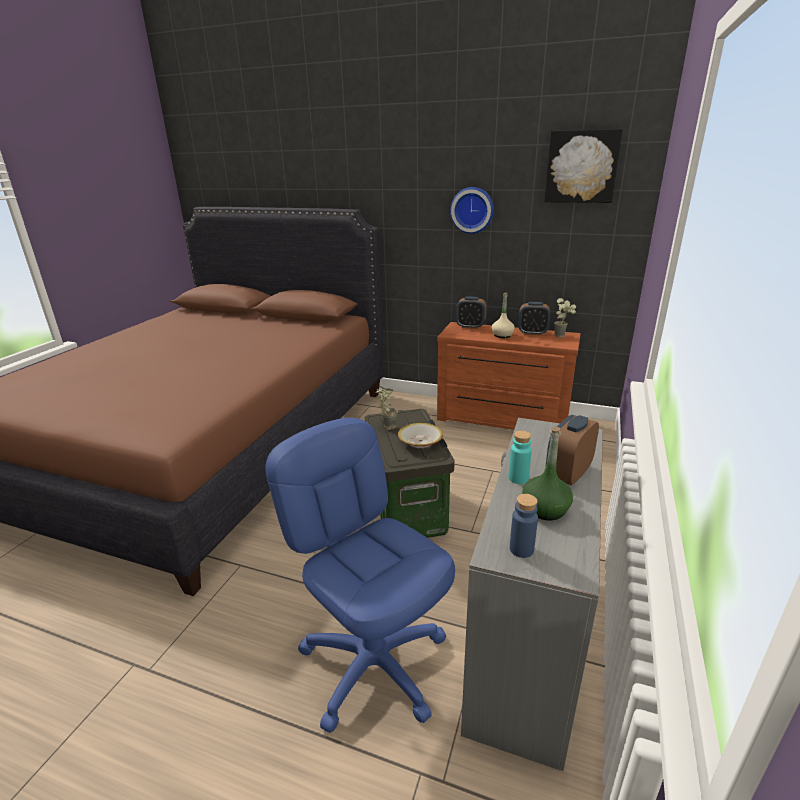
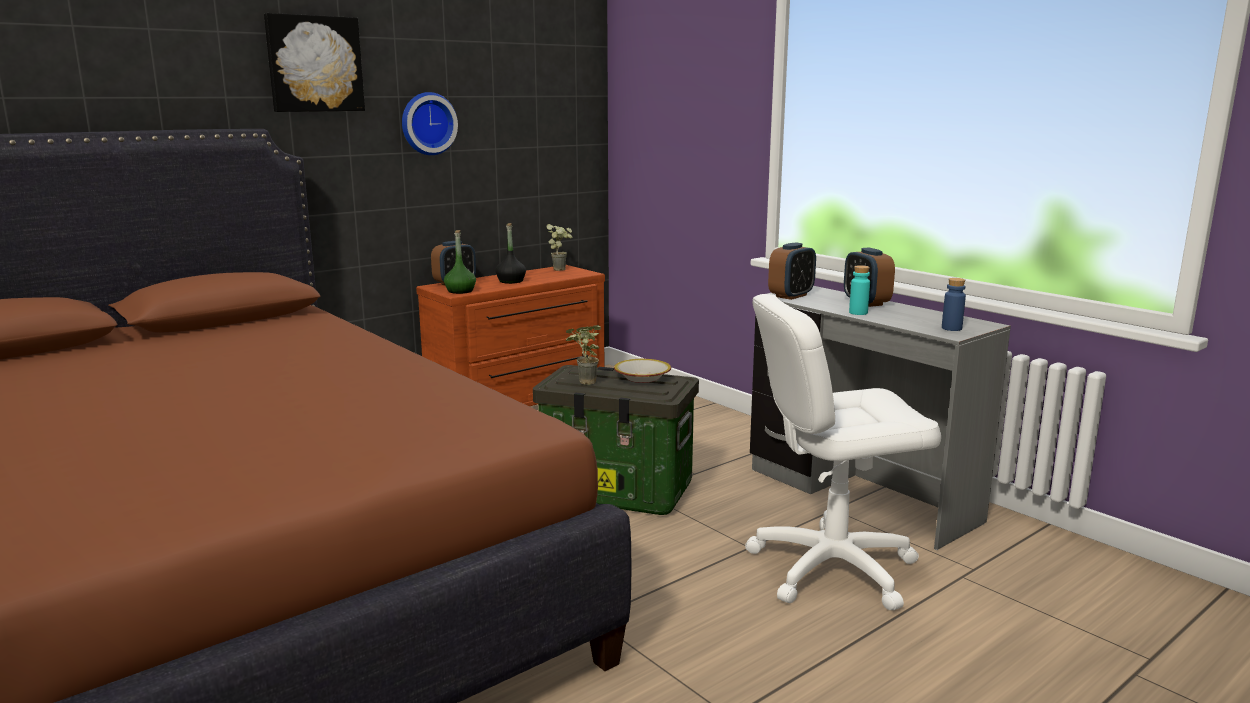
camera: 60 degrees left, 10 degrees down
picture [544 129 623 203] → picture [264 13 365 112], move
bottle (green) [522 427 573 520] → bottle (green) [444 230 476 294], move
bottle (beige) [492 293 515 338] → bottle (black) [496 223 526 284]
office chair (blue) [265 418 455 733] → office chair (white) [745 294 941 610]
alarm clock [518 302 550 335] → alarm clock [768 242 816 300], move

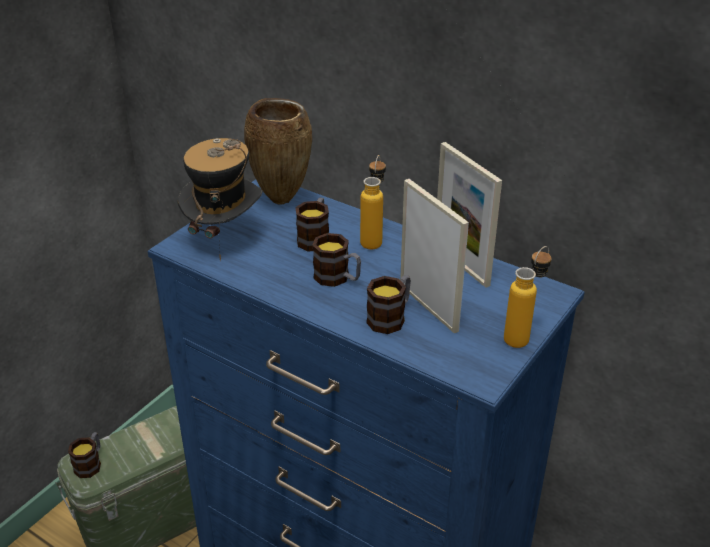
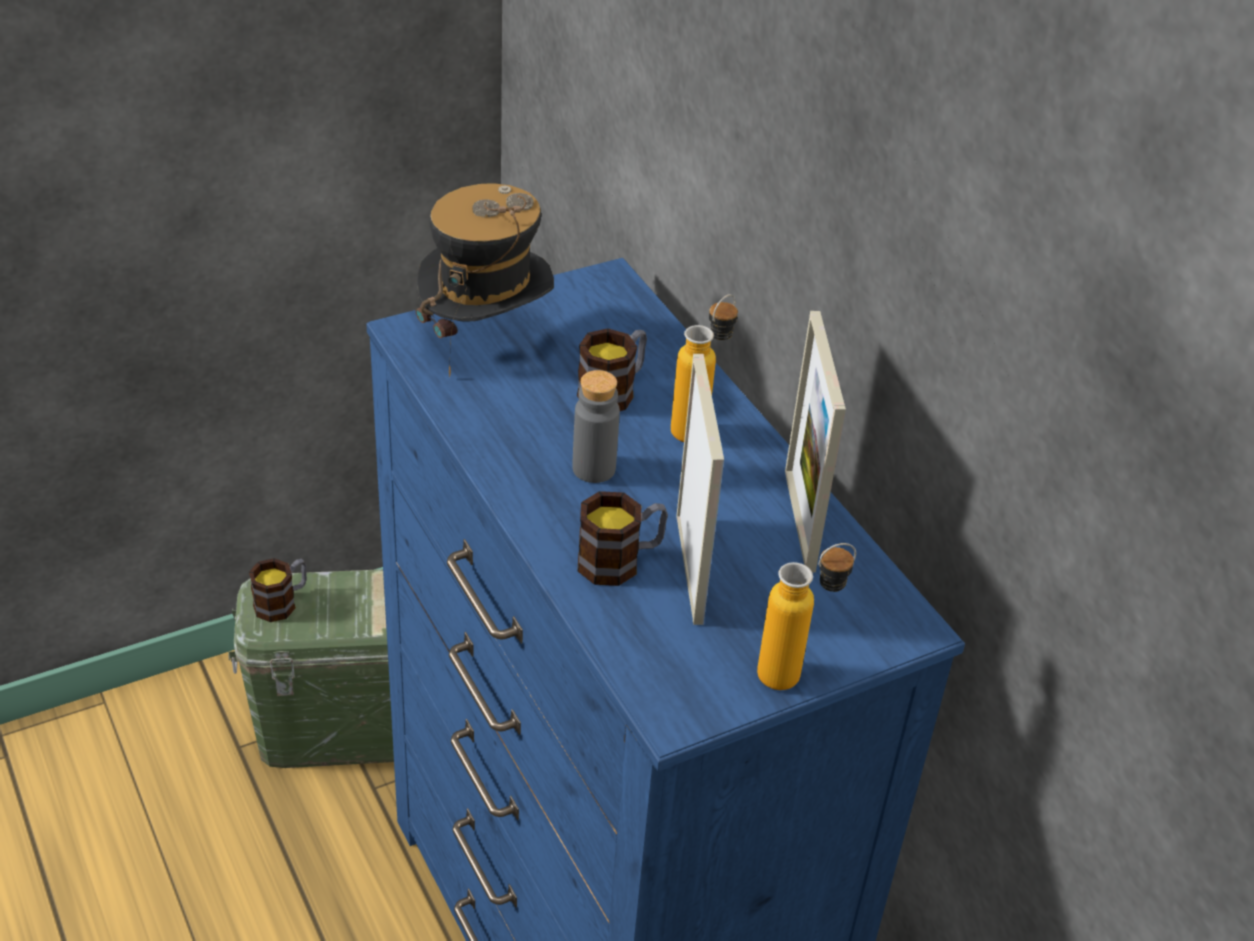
camera: 25 degrees right, 5 degrees up
mug [312 233 361 287] → bottle (grey) [572 370 620 483]
vase (brown) [244 98 312 205] → -

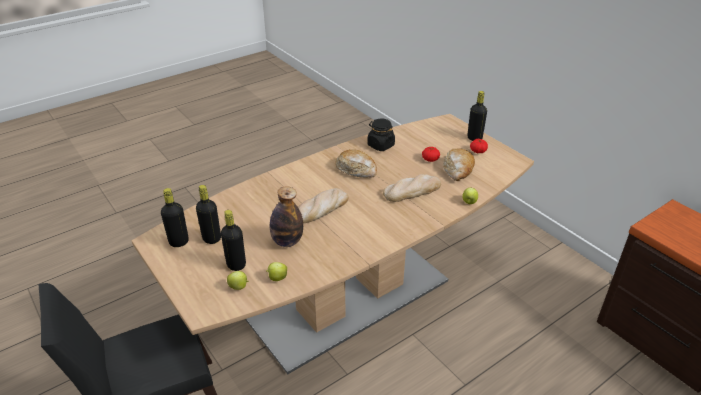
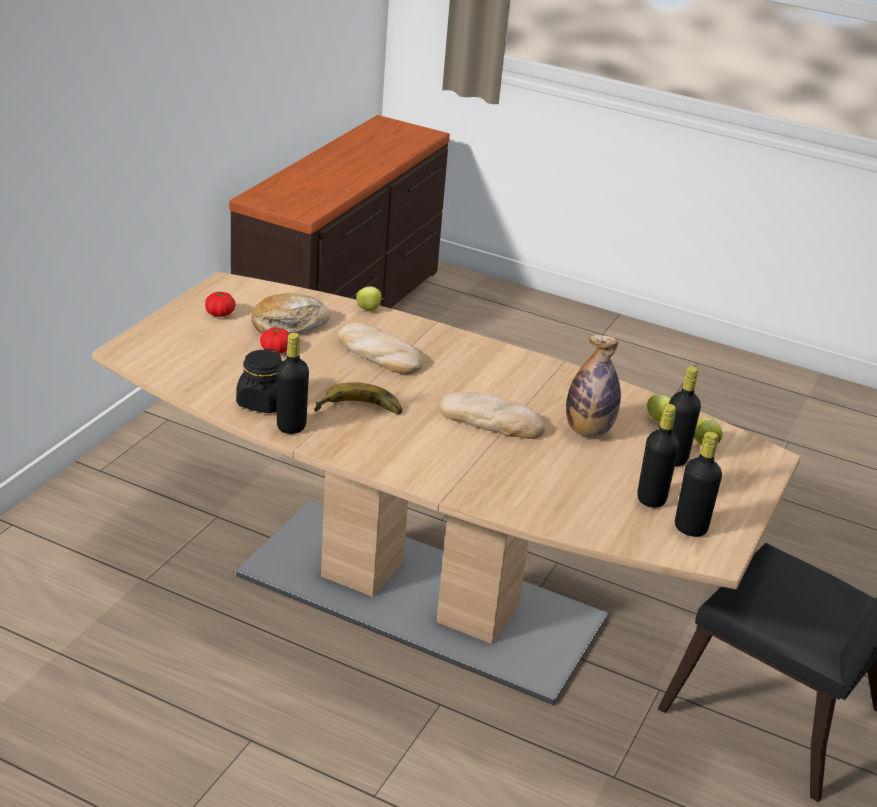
camera: 120 degrees left, 5 degrees down
bottle (black) [467 91 487 141] → bottle (black) [277 333 309 434], move
bread [336 149 377 178] → banana [315 382 402 414]

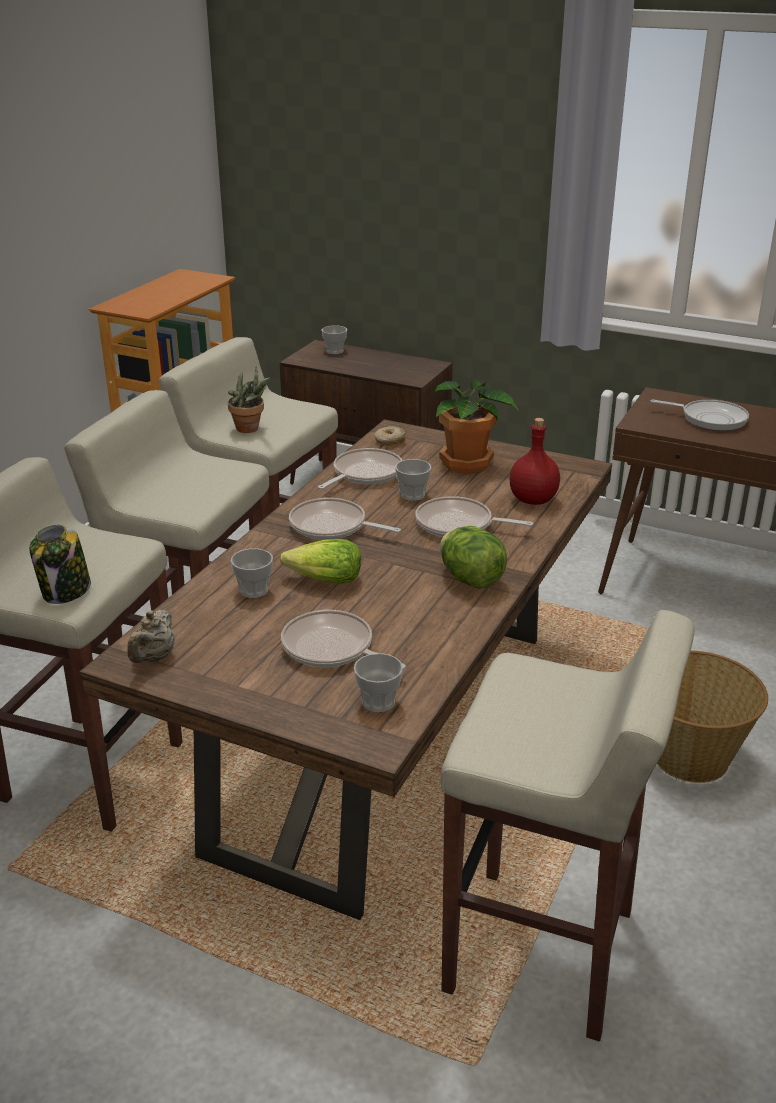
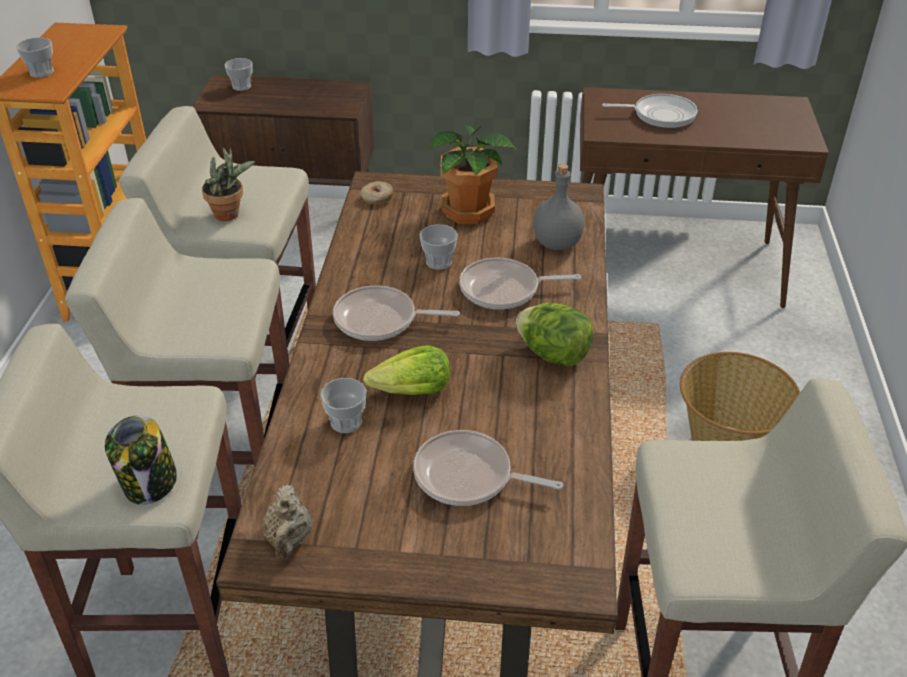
camera: 20 degrees left, 10 degrees up
cup [354 653 403 712] → cup [16 37 54 78], move
bottle (red) [510 418 560 505] → bottle (grey) [533 164 584 250]
frying pan [318 448 403 489] → -

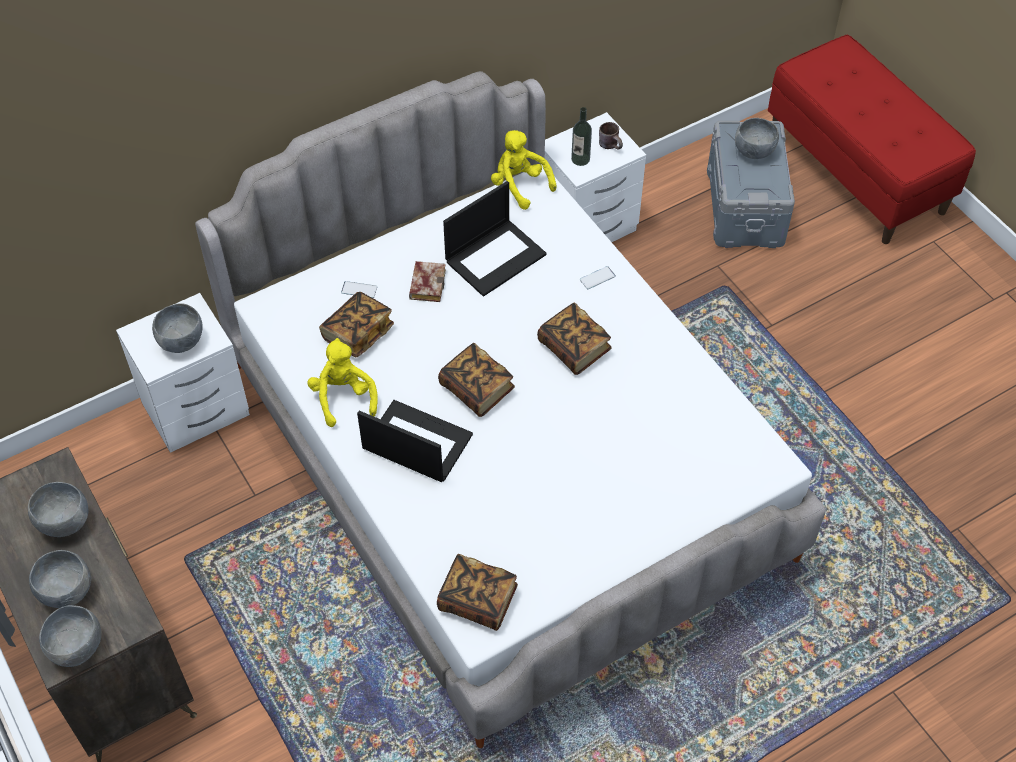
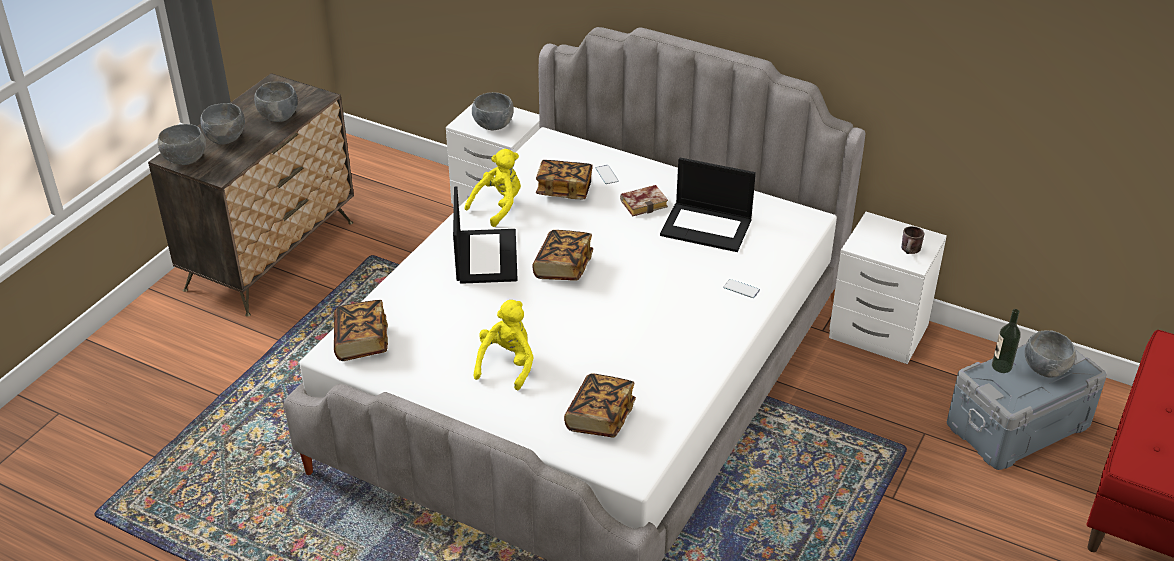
camera: 60 degrees right, 15 degrees down
plush toy (yellow) [491 130 557 210] → plush toy (yellow) [474 300 534 390], move
book [537 303 612 375] → book [564 373 636 438], move
bottle [571 107 592 166] → bottle [992 309 1021 373], move

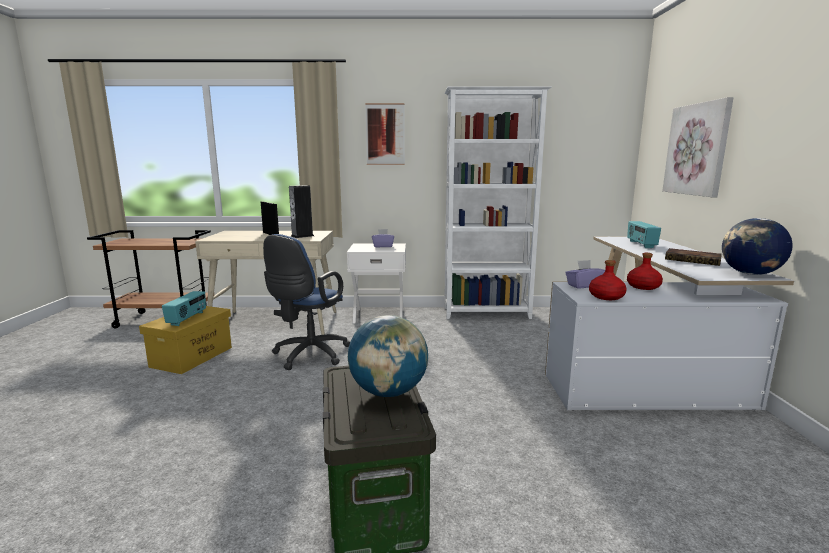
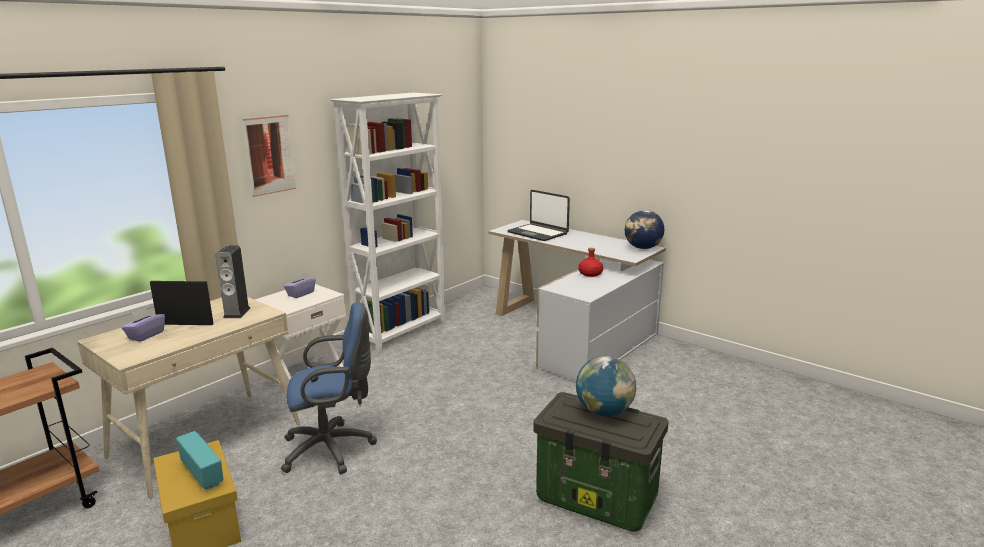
camera: 50 degrees left, 5 degrees up
tissue box (purple) [565 260 605 288] → tissue box (purple) [122 308 165 342], move
office chair (blue) [263 234 350 370] → office chair (blue) [281 302 377 474], 75 degrees counterclockwise
radio [627 221 661 248] → laptop [507 190 570 241]
bottle (red) [589 260 627 300] → -
picture [662 97 734 197] → -
book [665 248 722 266] → -

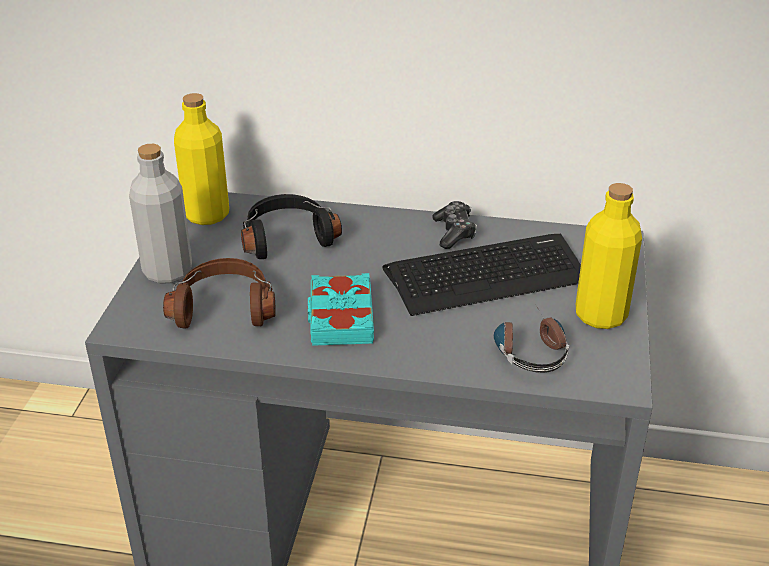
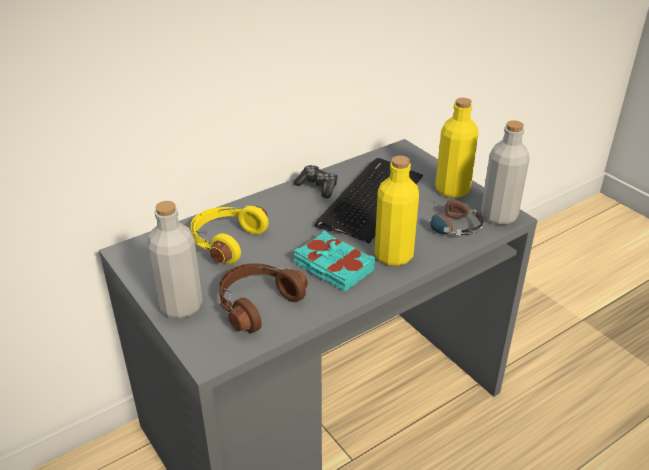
camera: 45 degrees left, 0 degrees up
headphones (black) [241 194 342 259] → headphones (yellow) [191 205 269 264]
bottle (yellow) [174 93 229 225] → bottle (yellow) [374 156 419 266], move
- → bottle (grey) [481 120 530 225]

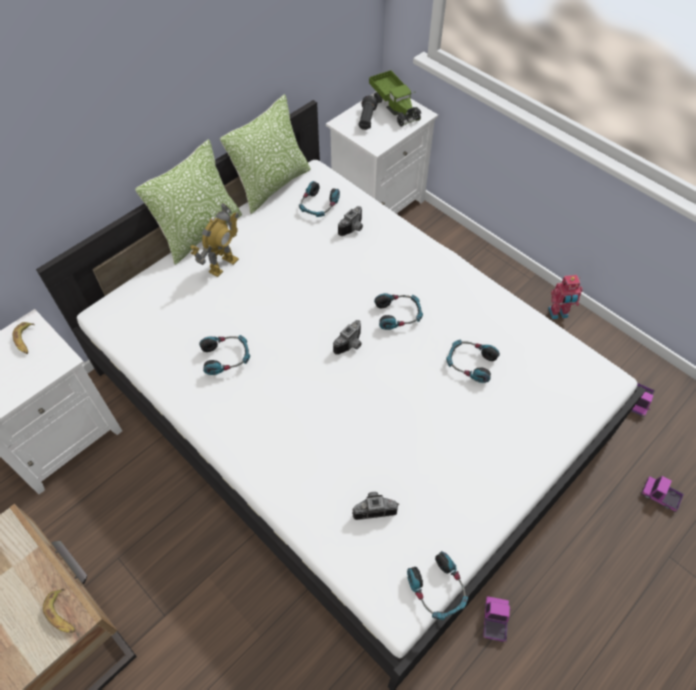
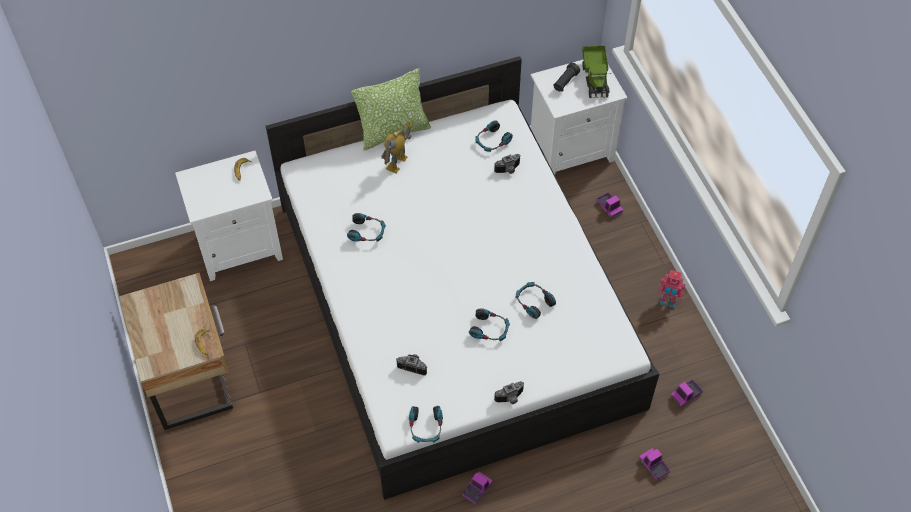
camera: 25 degrees right, 0 degrees up
toy robot [190 203 239 277] → toy robot [381 120 412 173], 150 degrees clockwise
headphones [374 293 423 330] → headphones [469 309 510 341], move
photo camera [333 320 362 355] → photo camera [494 381 524 404], move
- → toy truck [596 193 623 218]
pillow [220 94 311 214] → -

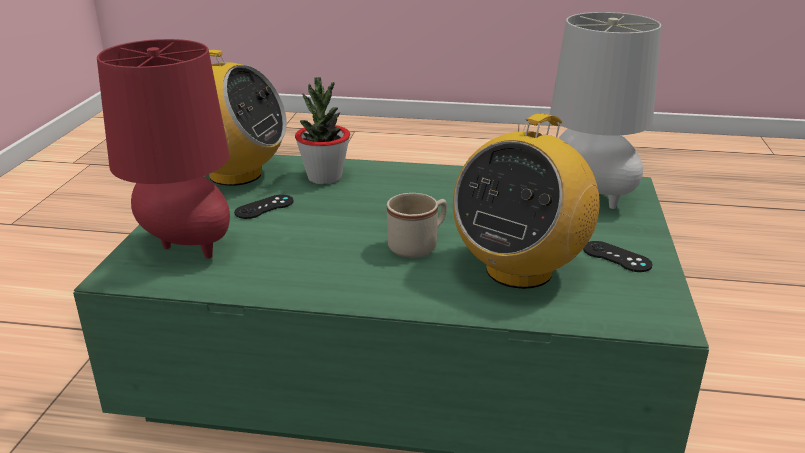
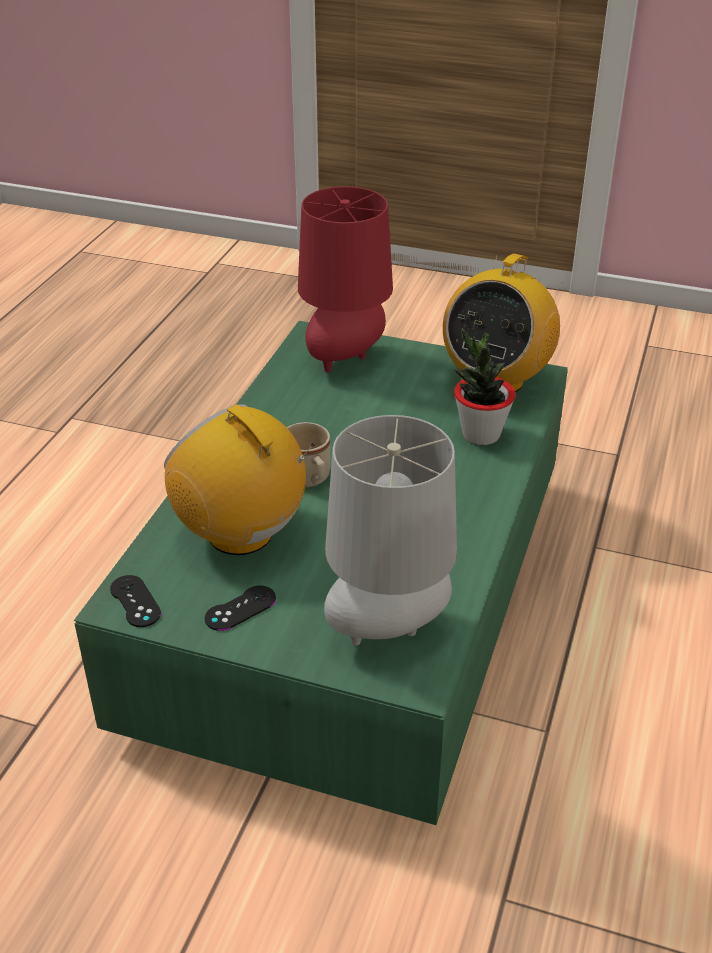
camera: 100 degrees right, 10 degrees up
game controller (black) [234 195 294 219] → game controller (black) [110 575 161 627], move

